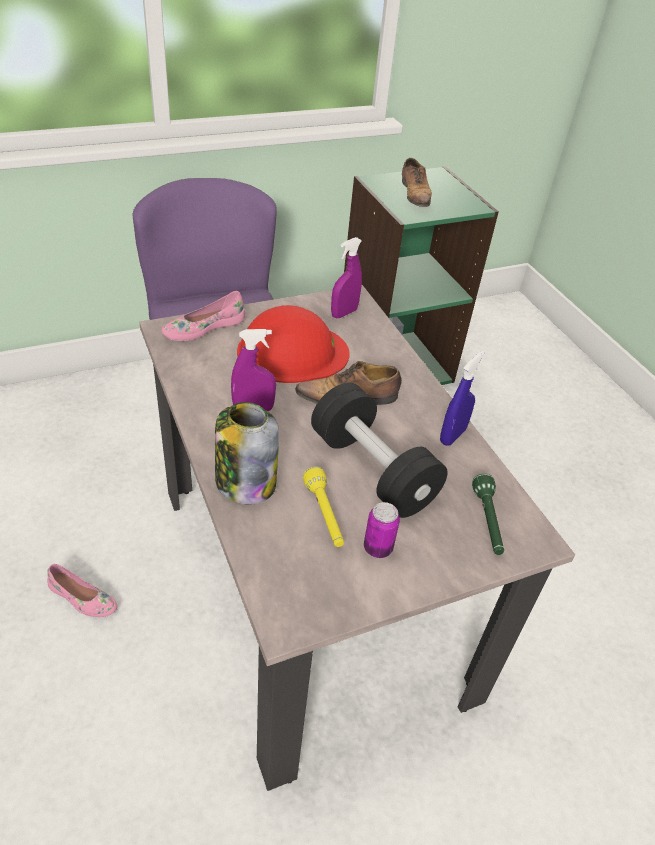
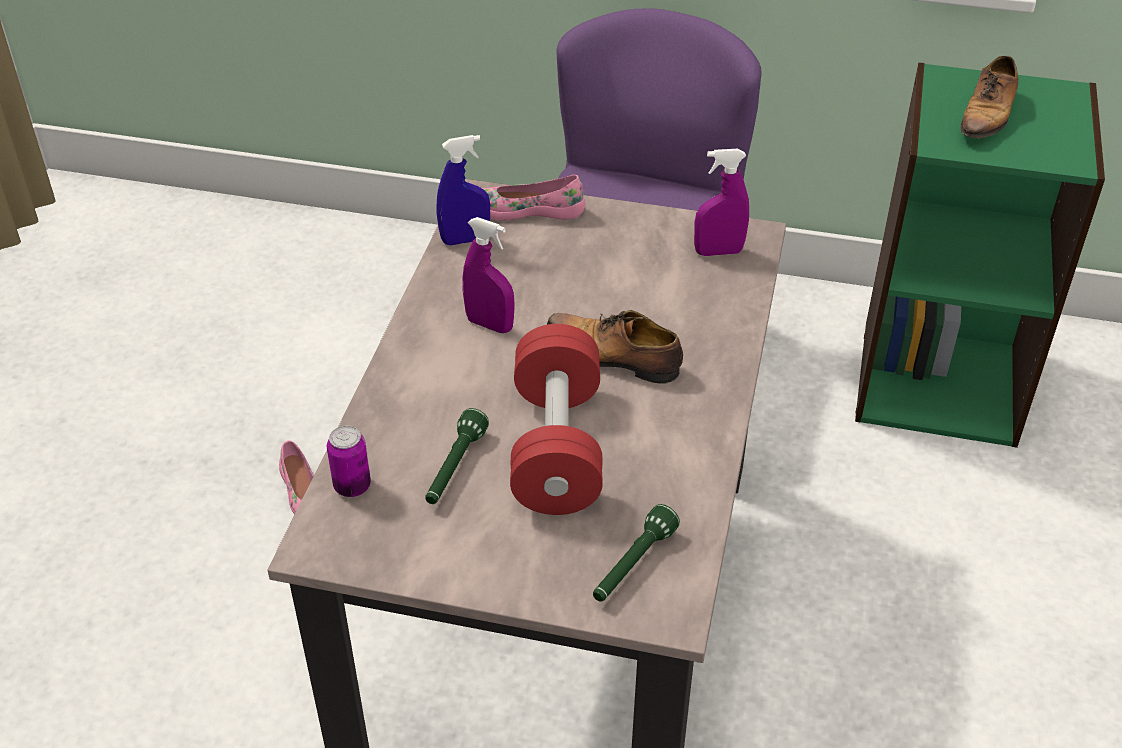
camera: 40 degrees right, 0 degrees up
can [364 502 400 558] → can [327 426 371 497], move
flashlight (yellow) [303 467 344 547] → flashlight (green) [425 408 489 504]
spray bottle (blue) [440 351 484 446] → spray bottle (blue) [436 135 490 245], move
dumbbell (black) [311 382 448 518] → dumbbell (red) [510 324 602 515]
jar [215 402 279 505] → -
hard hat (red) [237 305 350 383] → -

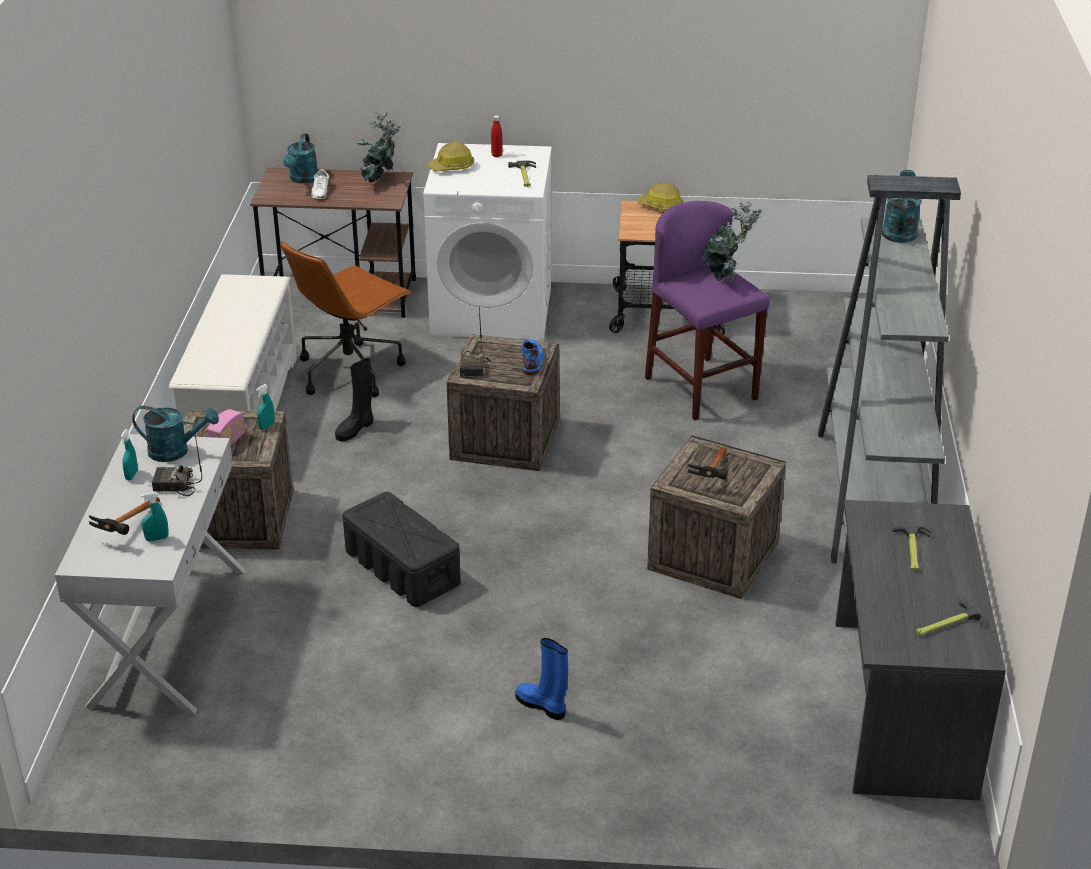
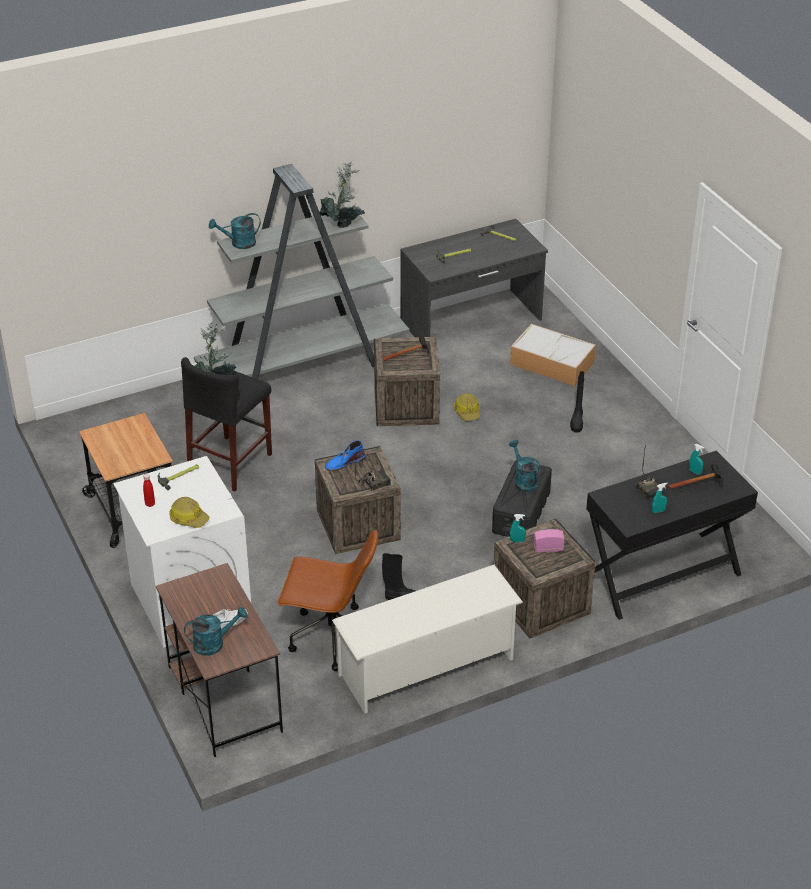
camera: 120 degrees left, 5 degrees up
stool (purple) [645 201 770 420] → stool (black) [181 357 272 492]
potted plant [358 111 403 183] → potted plant [319 162 365 228], move
hard hat [637 183 683 211] → hard hat [453 393 480 421], move
watering can (turquoise) [132 406 219 462] → watering can (turquoise) [509 440 540 492], move
- → storage box [510 324 596 386]
boot (blue) [515 638 568 720] → boot (black) [570 371 584 432]
console table (white) [55 434 245 714] → console table (black) [586 450 758 620]

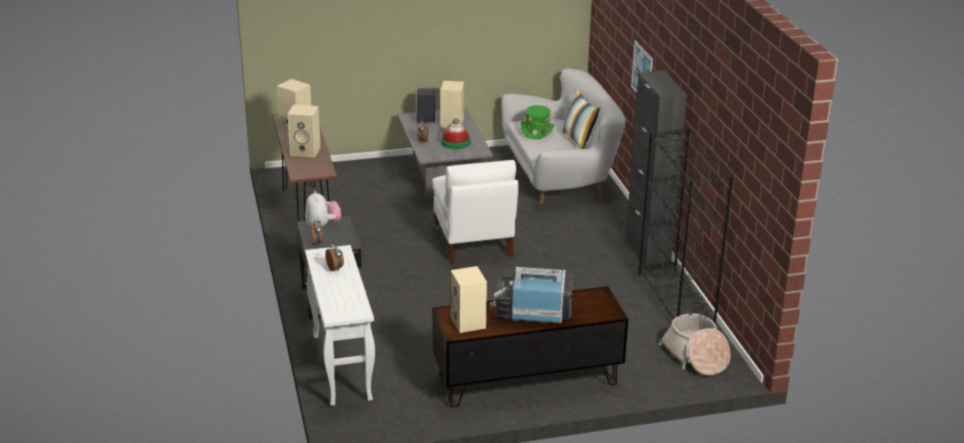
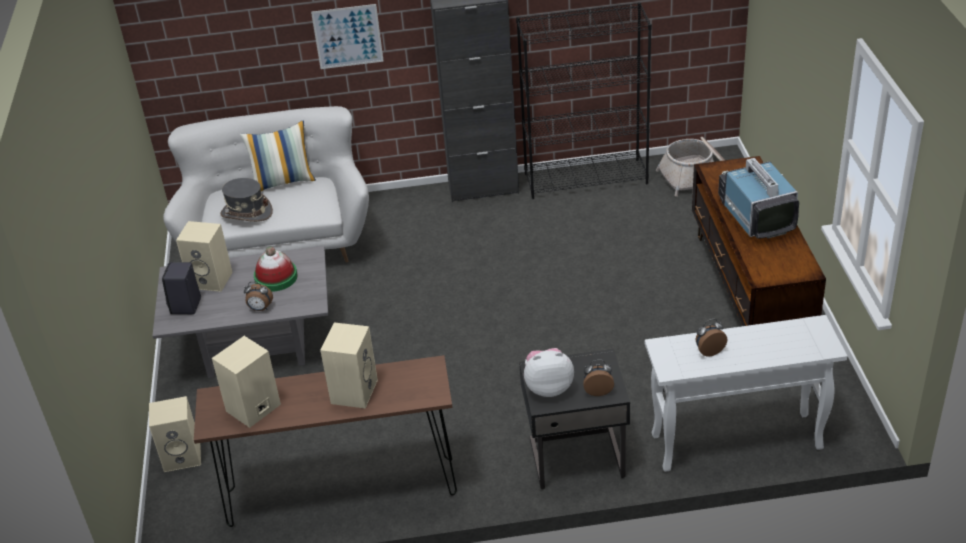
camera: 80 degrees left, 10 degrees up
speaker (beige) [451 266 487 333] → speaker (beige) [149 396 201 472], move
hat (green) [520 105 554 139] → hat (grey) [220 178 273 222]
television [490 266 573 324] → television [718 158 799 239], 150 degrees clockwise
armchair (white) [432 160 519 264] → -

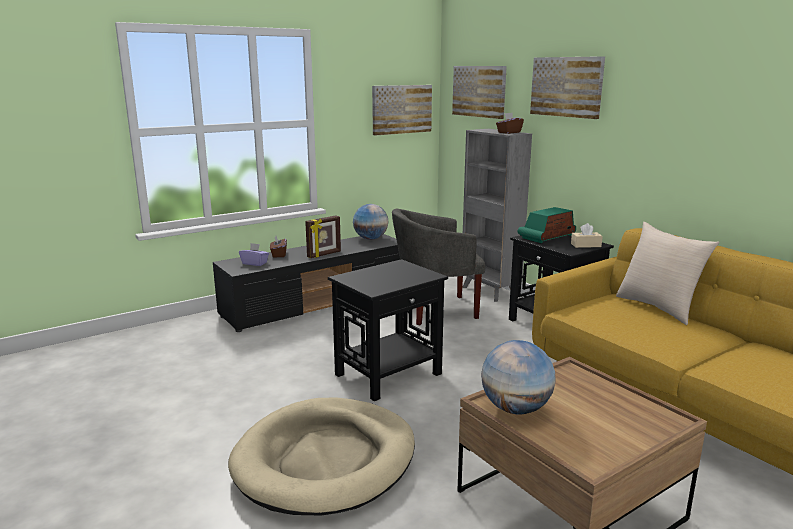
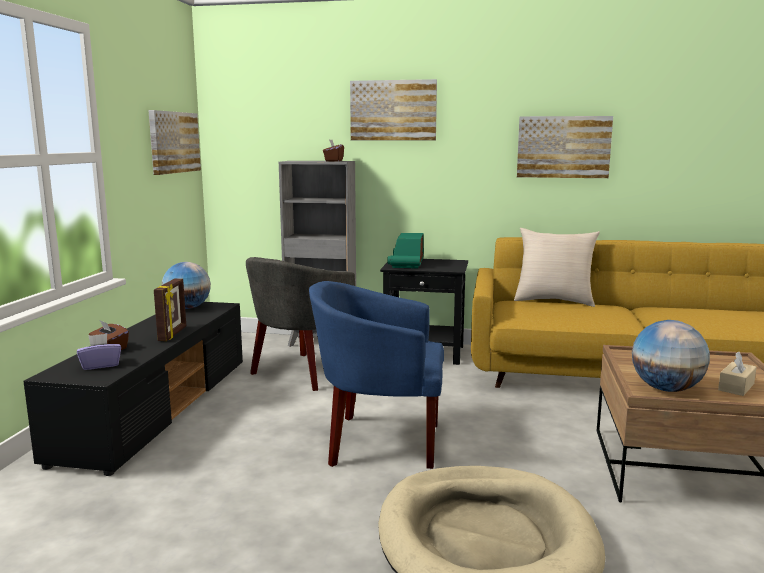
camera: 45 degrees left, 5 degrees down
side table (black) [328 259 448 401] → armchair (blue) [309 281 444 469]
picture [452 66 507 119] → picture [517 116 613 178], move
tissue box (beige) [571 223 603 248] → tissue box (beige) [718 352 757 396], move

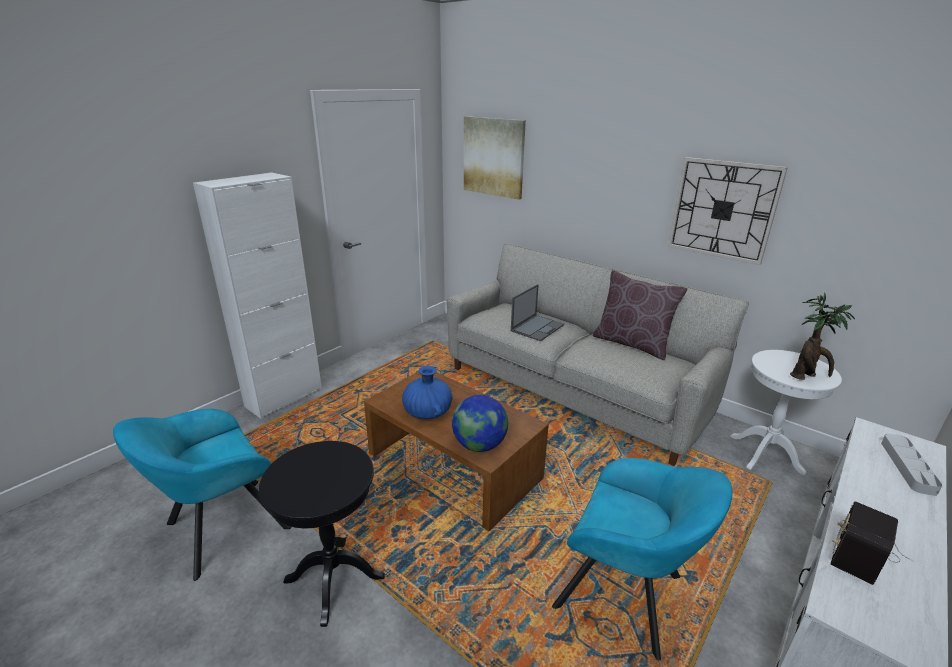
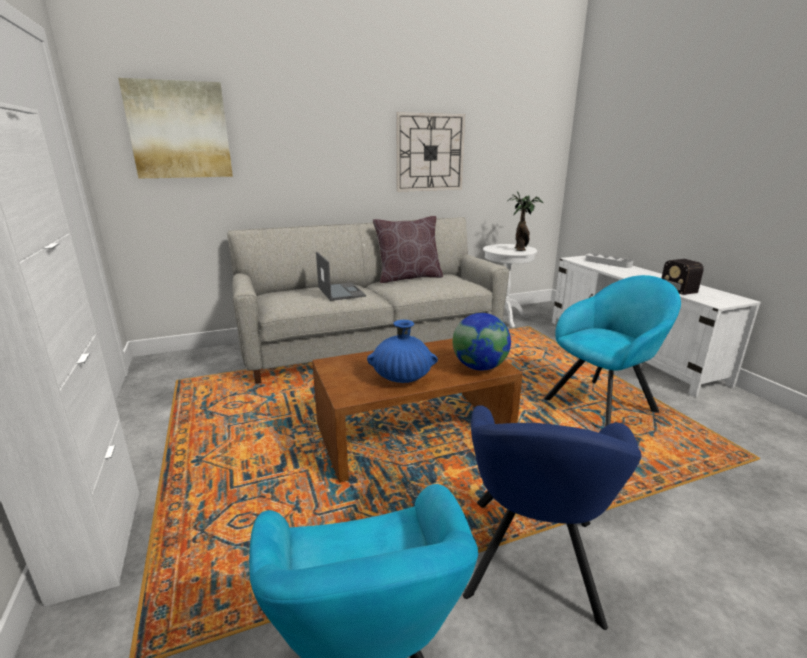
camera: 60 degrees left, 5 degrees down
side table (black) [259 441 385 627] → armchair (blue) [463 405 642 630]

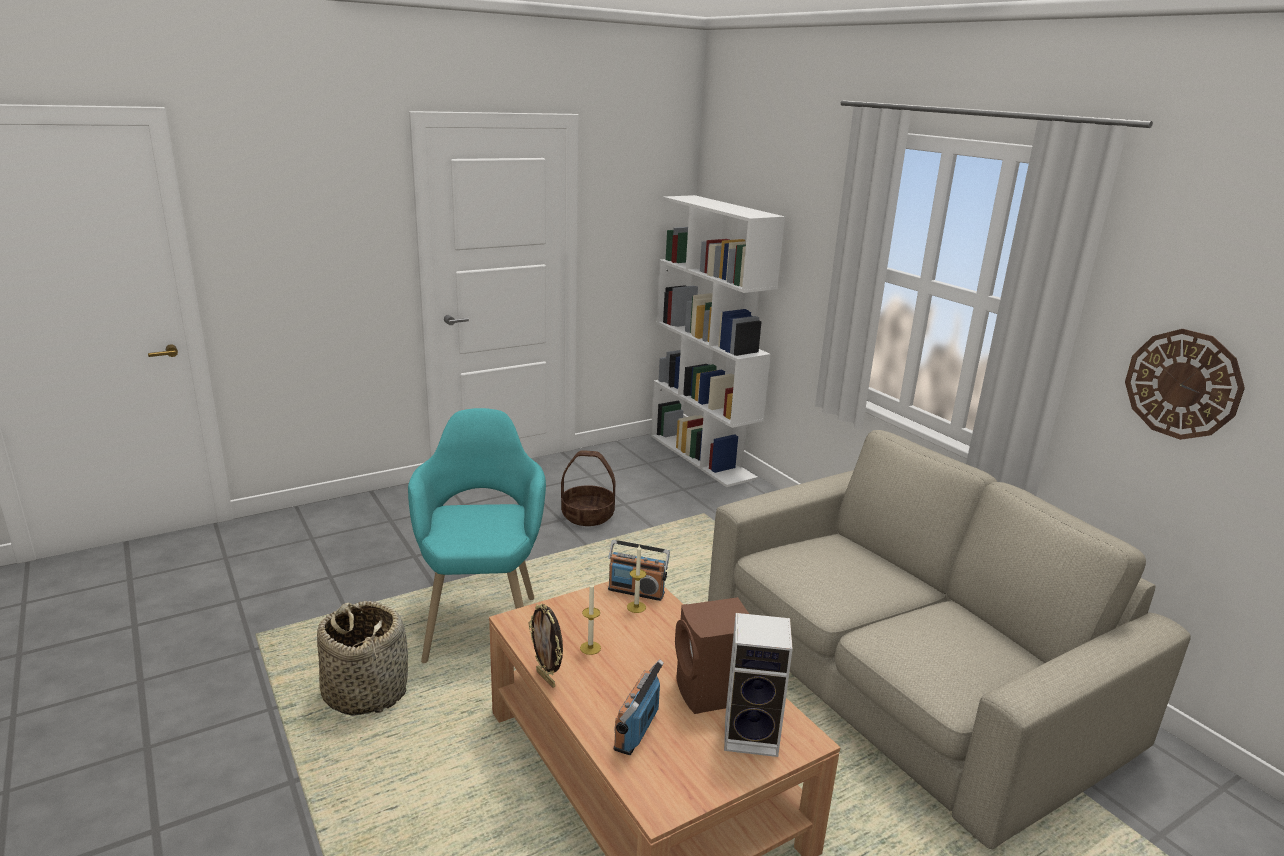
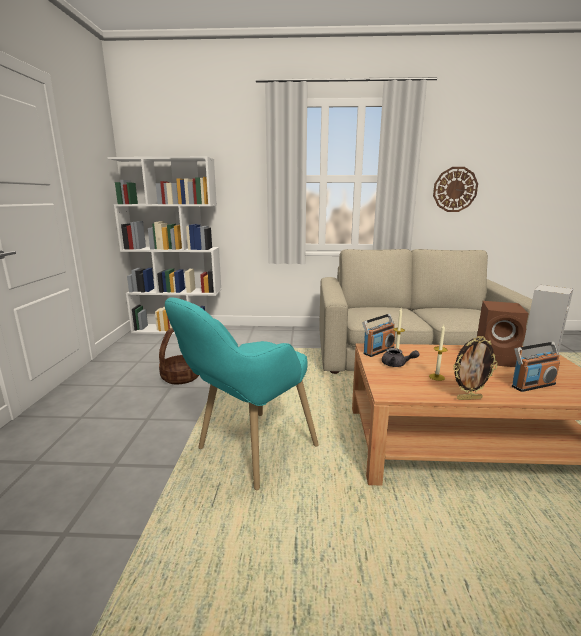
camera: 55 degrees left, 5 degrees down
armchair (turquoise) [408 408 546 663] → armchair (turquoise) [165 297 319 490], 75 degrees counterclockwise
- → teapot (grey) [382 348 419 367]
radio [614 659 664 755] → radio [512 342 560 392], 75 degrees counterclockwise
basket [317 601 408 715] → -

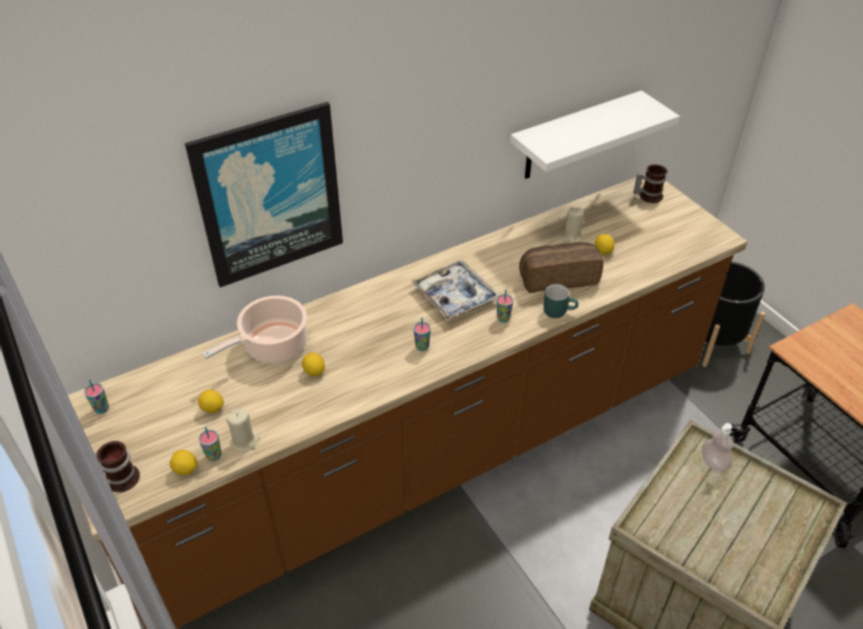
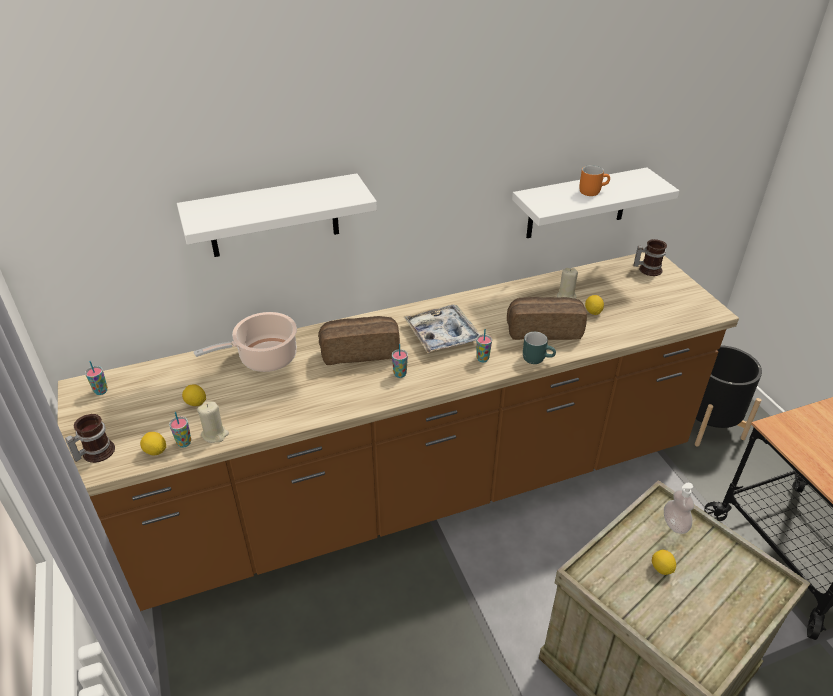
camera: 10 degrees right, 5 degrees down
picture [185 102 343 288] → shelf (white) [177 173 377 257]
- → bread [318 316 400 365]
- → mug (orange) [579 165 610 196]
lemon [302 353 325 376] → lemon [652 550 676 575], move

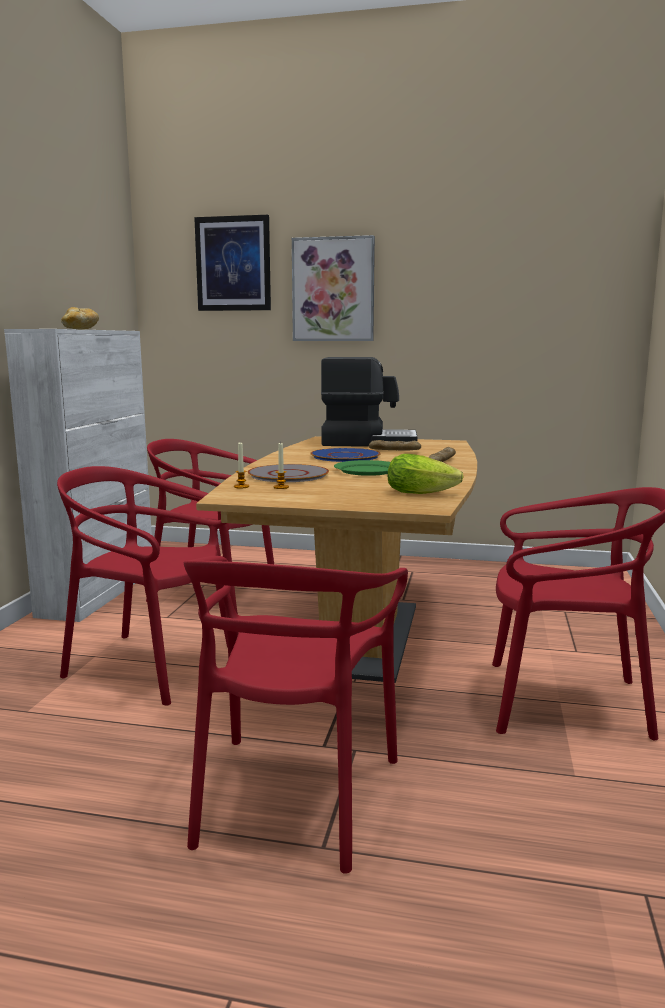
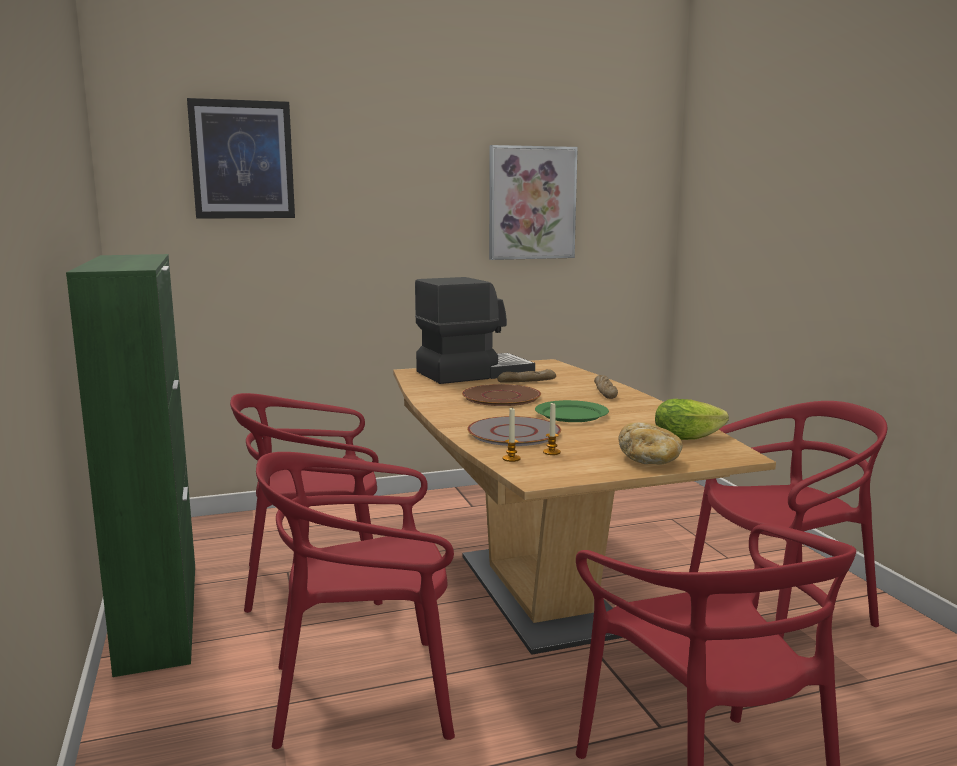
camera: 30 degrees left, 0 degrees up
cabinet (white) [4 329 152 622] → cabinet (green) [66 254 195 677]
plate (blue) [310 448 381 462] → plate (brown) [462 384 541 406]
picture [292 235 375 341] → picture [489 145 578 260], move
bread [61 307 99 330] → bread [618 422 683 464], move

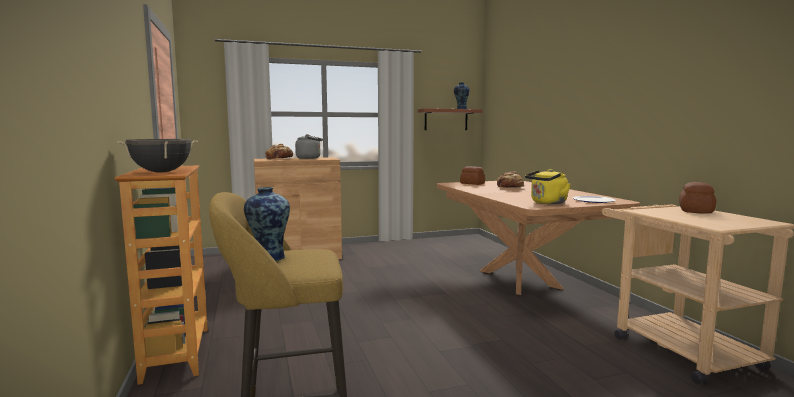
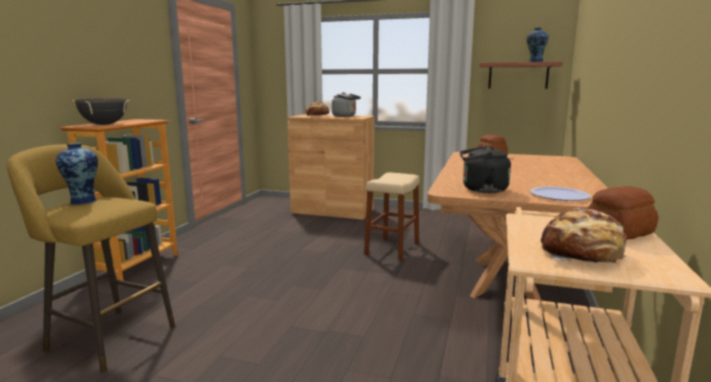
camera: 35 degrees right, 5 degrees up
- → stool (beige) [364 172 420 261]
kettle (yellow) [525 169 570 204] → kettle (black) [460 146 511 193]
bread [497 171 524 188] → bread [541 207 627 265], move

